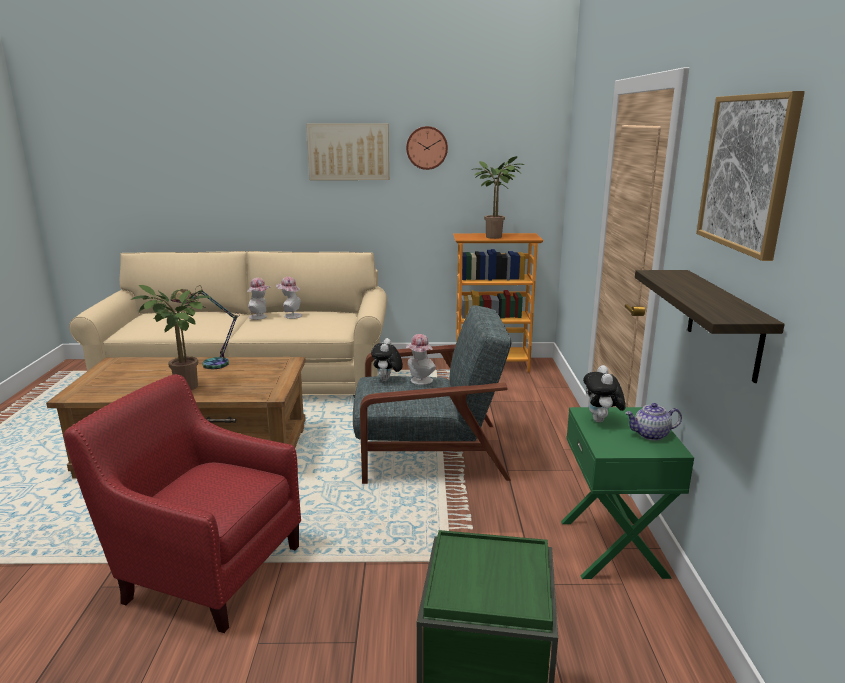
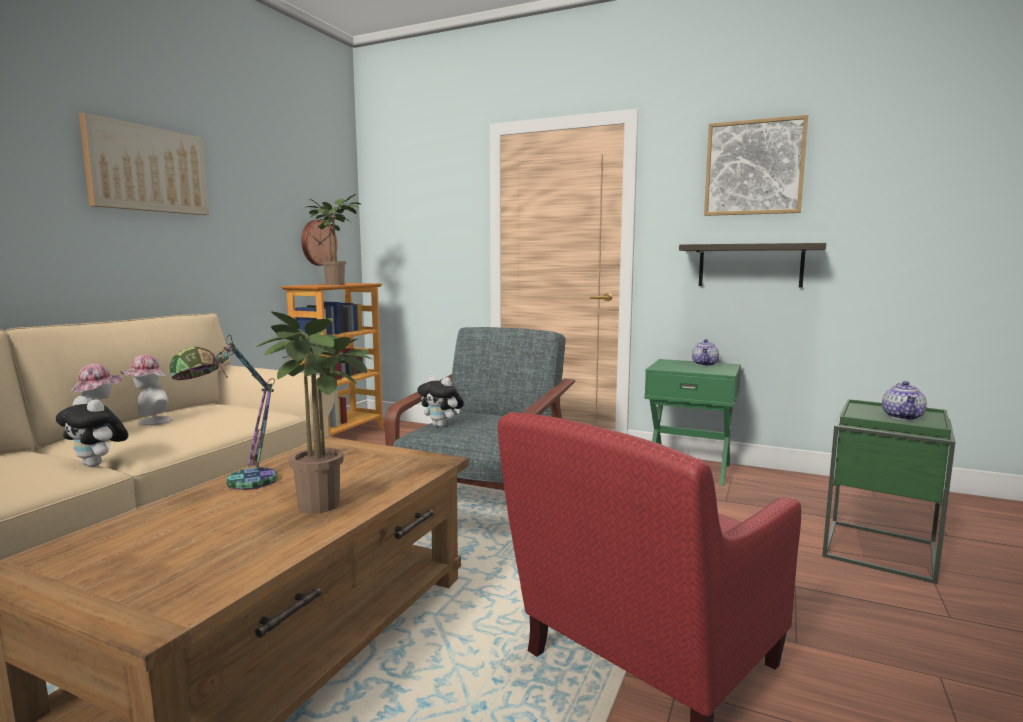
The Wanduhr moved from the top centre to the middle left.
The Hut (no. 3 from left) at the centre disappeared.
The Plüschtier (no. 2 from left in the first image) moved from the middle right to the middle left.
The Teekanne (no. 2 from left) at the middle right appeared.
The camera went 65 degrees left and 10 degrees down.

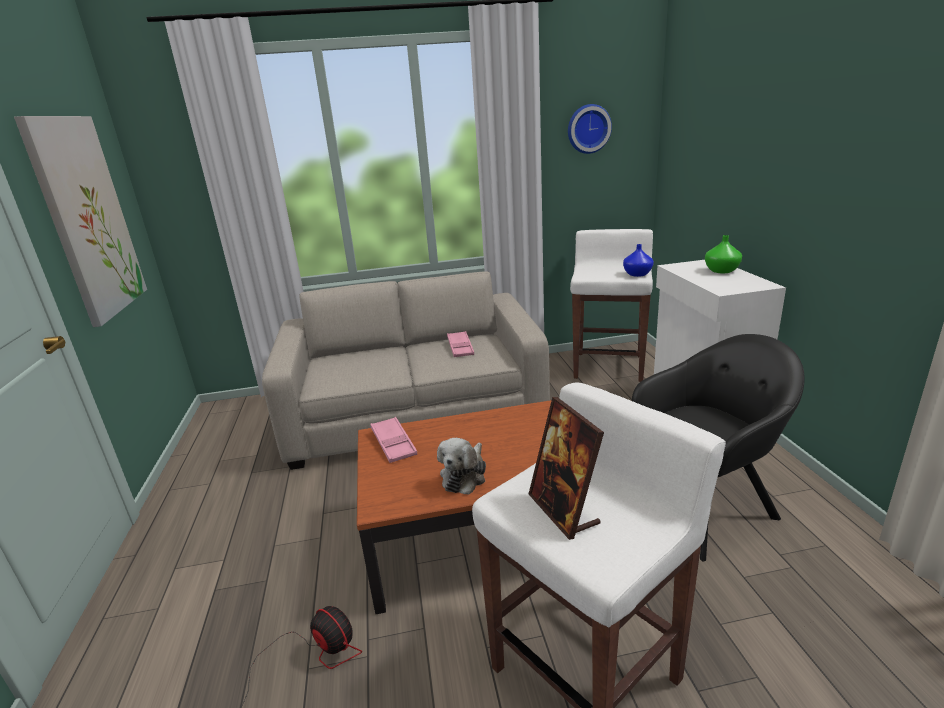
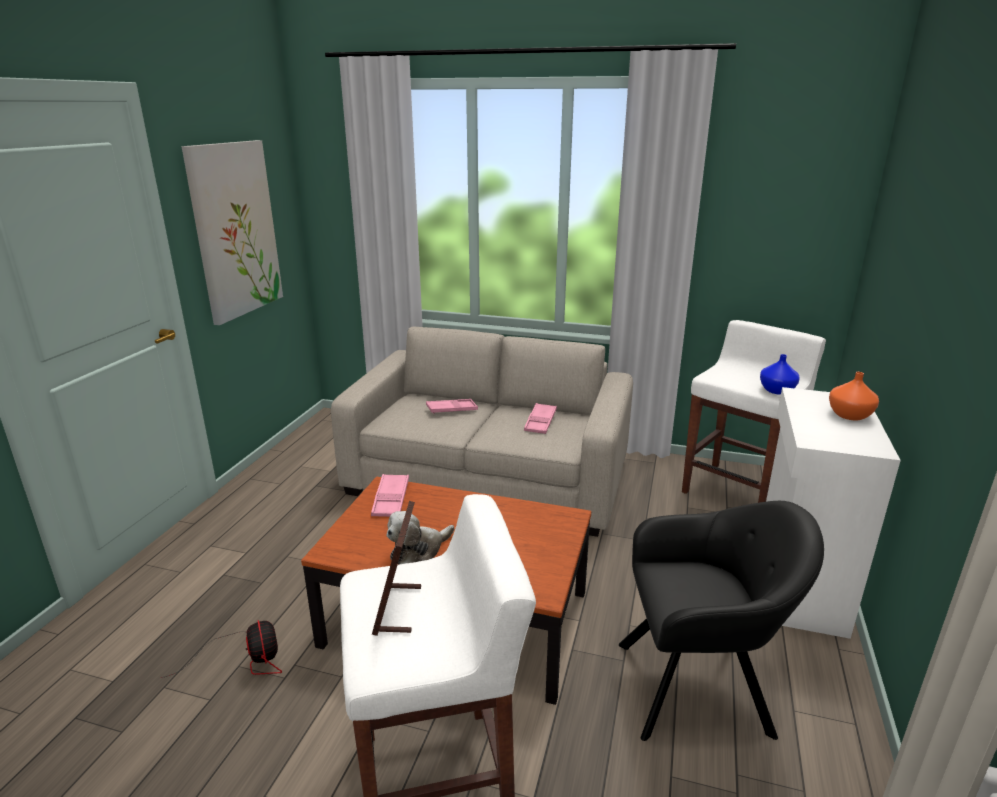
The Wanduhr at the top centre disappeared.
The Vase (grün) at the middle right became the Vase (orange) at the middle right.
The Tablett (rosa) (no. 2 from left) at the centre appeared.
The camera went 25 degrees right and 0 degrees up.

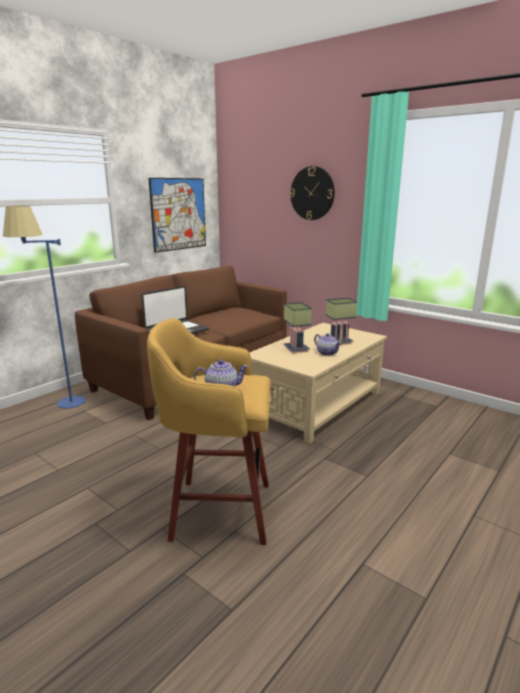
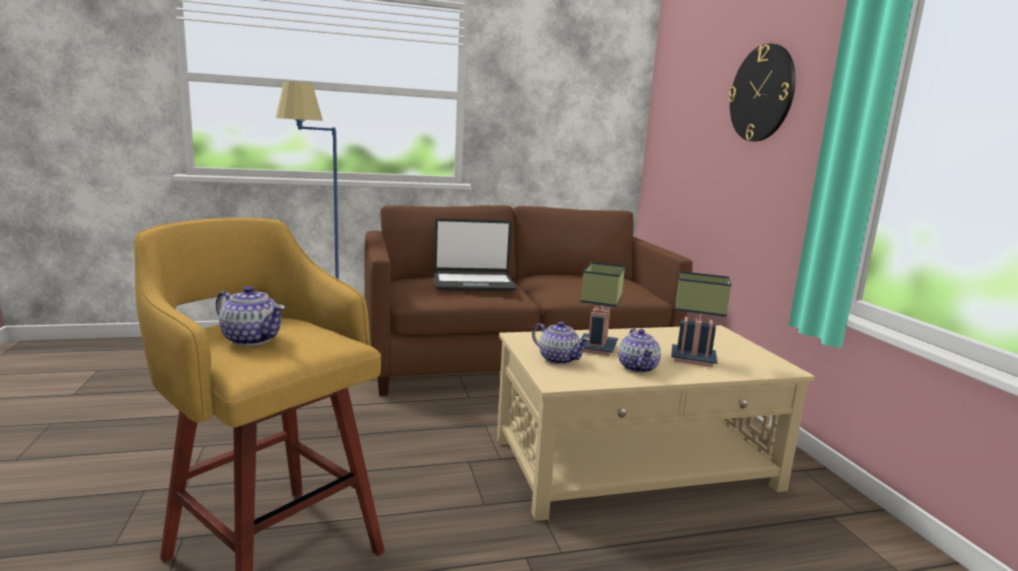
The Bild at the top centre disappeared.
The Teekanne (no. 2 from left) at the centre appeared.
The camera went 35 degrees right and 5 degrees down.

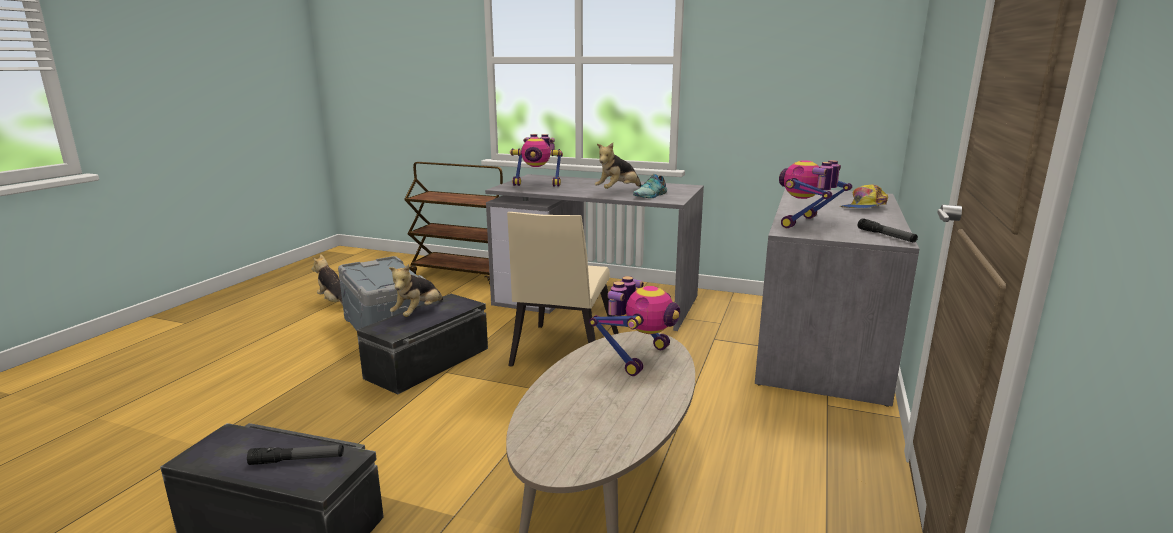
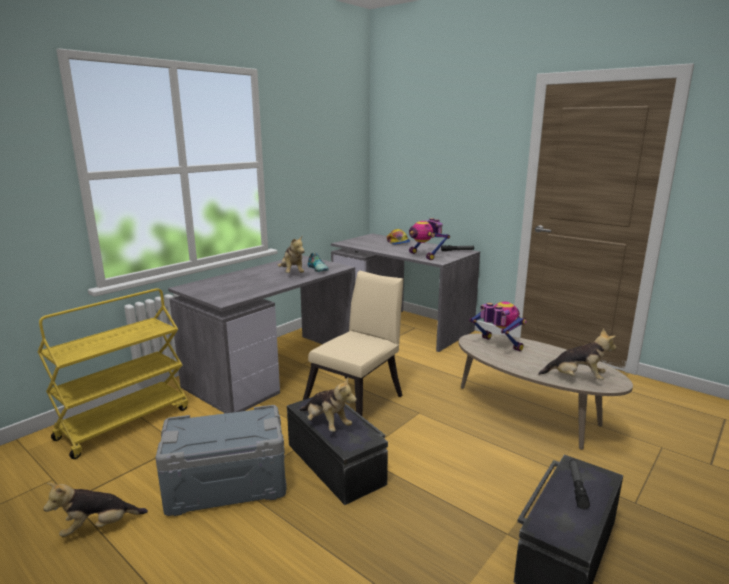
The Spielzeugroboter (no. 1 from left) at the top centre disappeared.
The Rollwagen (braun) at the centre became the Rollwagen (gelb) at the middle left.
The Stuhl (beige) at the centre turned 90 degrees counterclockwise.
The Plüschtier (no. 4 from left) at the middle right appeared.
The camera went 70 degrees left and 0 degrees up.

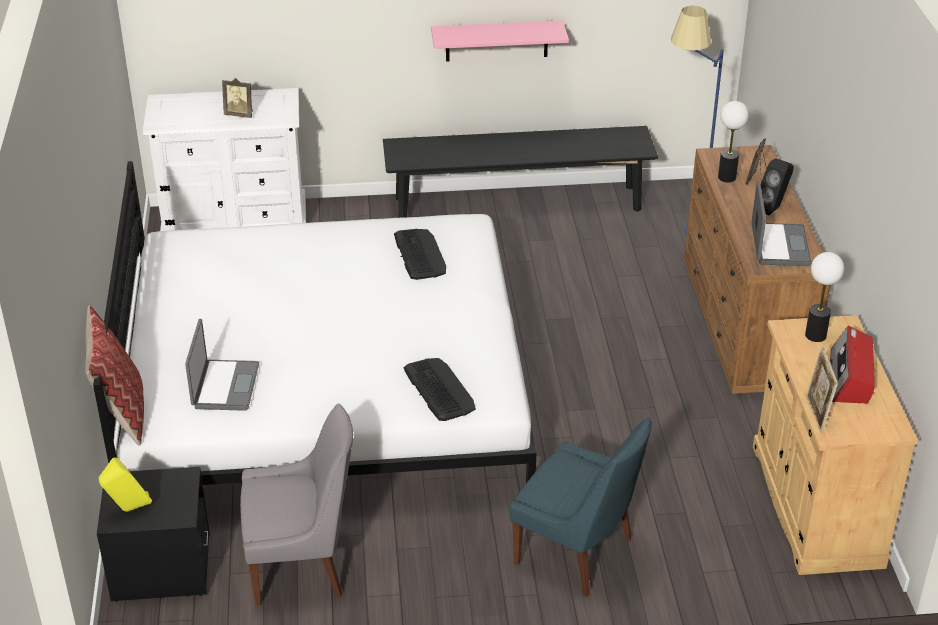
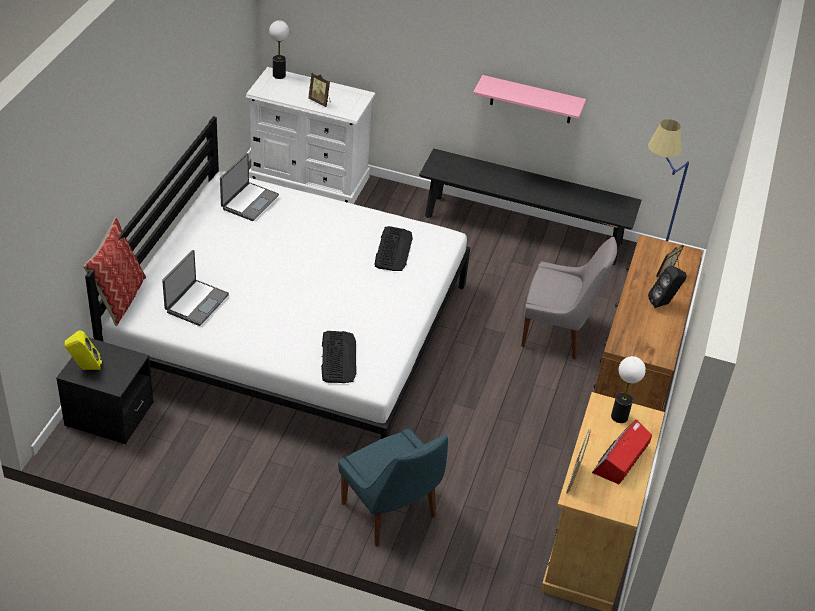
The Tischlampe (no. 1 from left) moved from the top right to the top centre.
The Laptop (no. 2 from left) moved from the middle right to the top left.
The Stuhl (grau) moved from the bottom left to the middle right.
The camera went 20 degrees right and 5 degrees up.

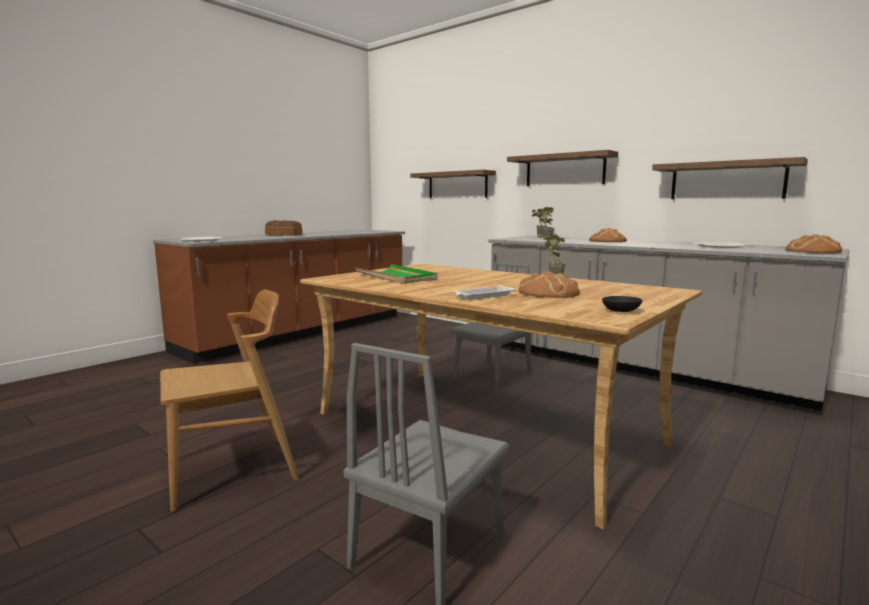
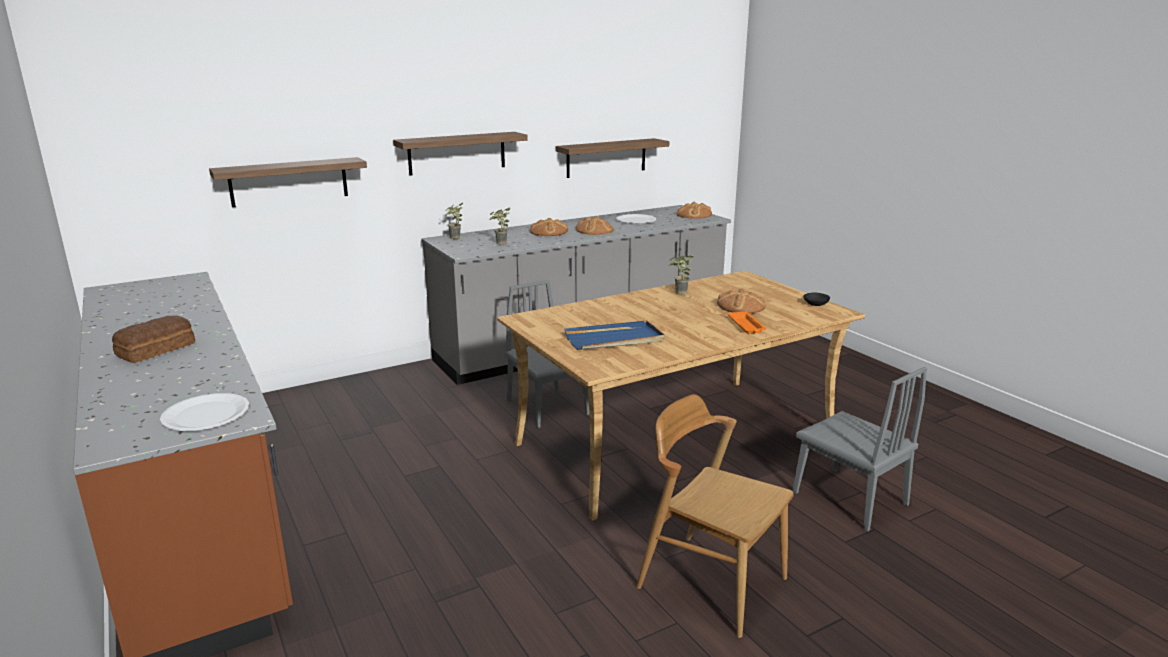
The Tablett (grün) at the centre became the Tablett (blau) at the centre.
The Tablett (weiß) at the centre became the Tablett (orange) at the centre.
The Stuhl (braun) at the middle left turned 45 degrees counterclockwise.
The Brot (no. 3 from left) at the centre appeared.
The camera went 70 degrees left and 10 degrees up.

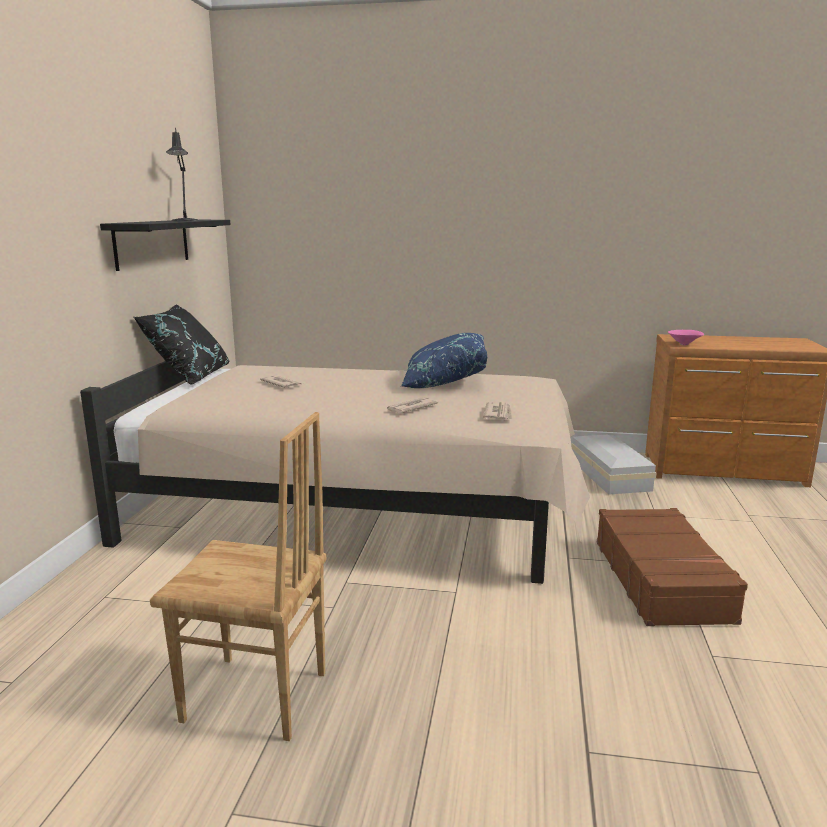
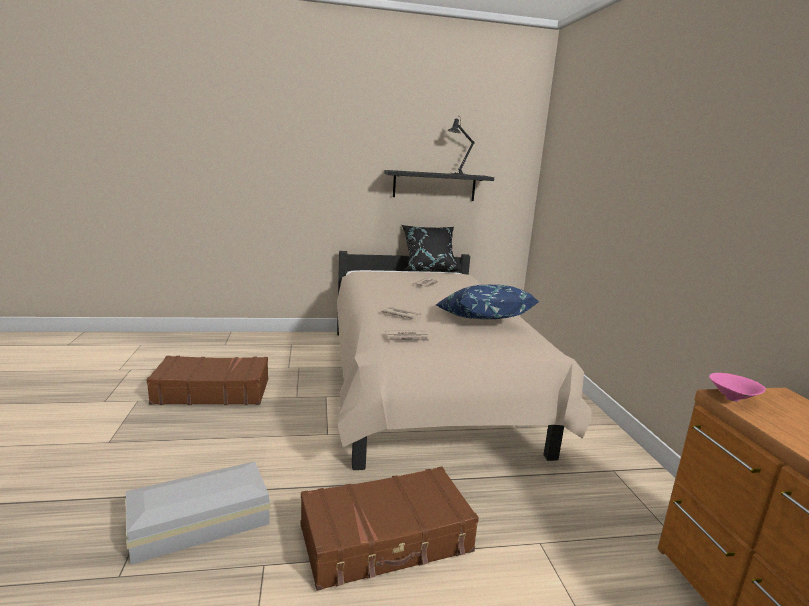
The Stuhl (braun) at the bottom left was replaced by the Koffer (braun) (no. 1 from left) at the middle left.
The Aufbewahrungsbox (weiß) moved from the middle right to the bottom left.
The camera went 70 degrees right and 0 degrees up.

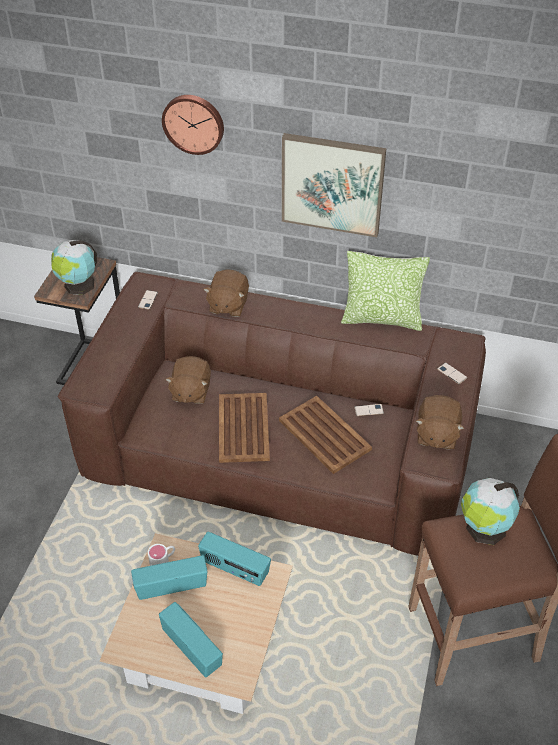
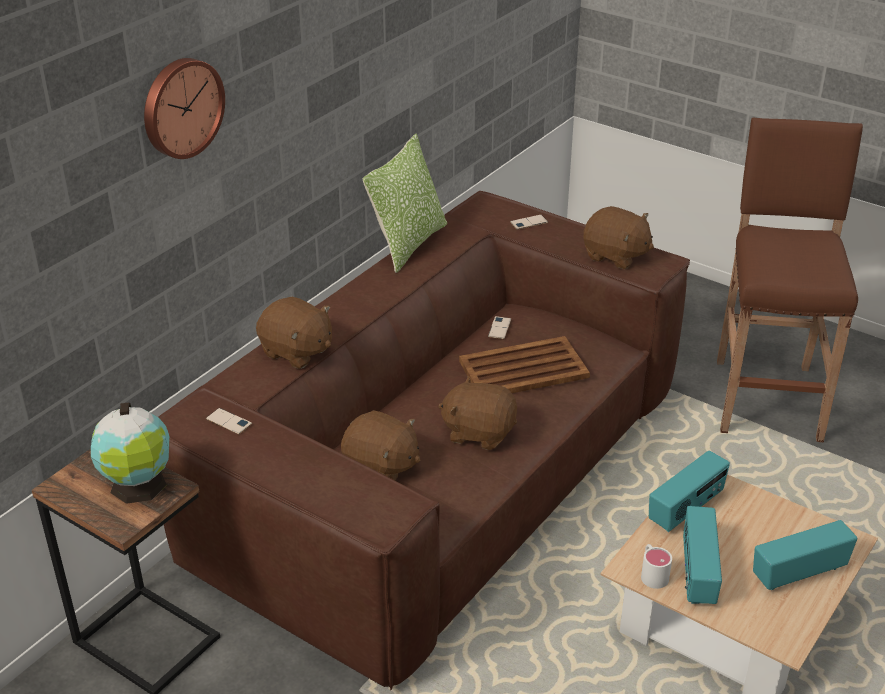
The Bild at the top centre disappeared.
The Tablett (braun) (no. 1 from left) at the centre was replaced by the Plüschtier (braun) (no. 3 from left) at the centre.
The Globus (no. 2 from left) at the bottom right disappeared.
The camera went 70 degrees left and 10 degrees down.

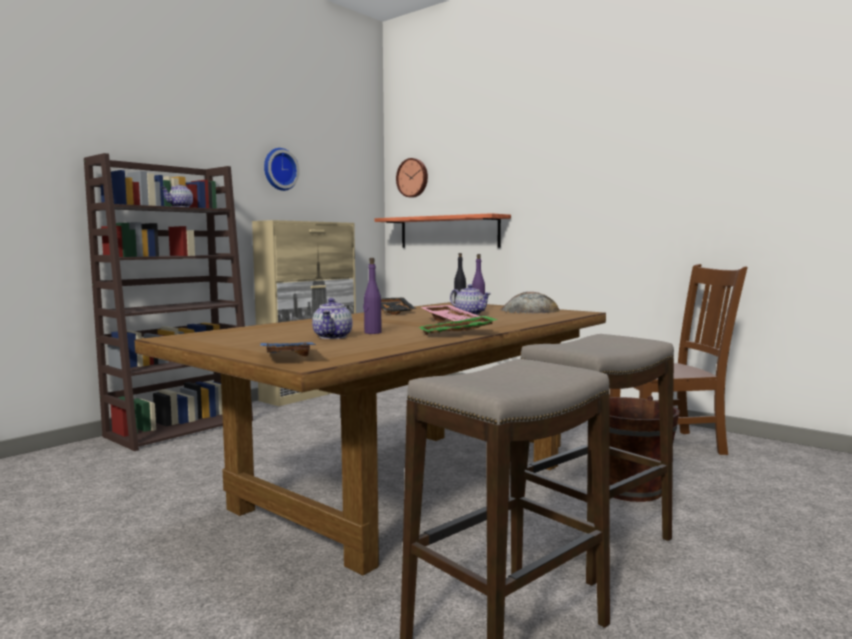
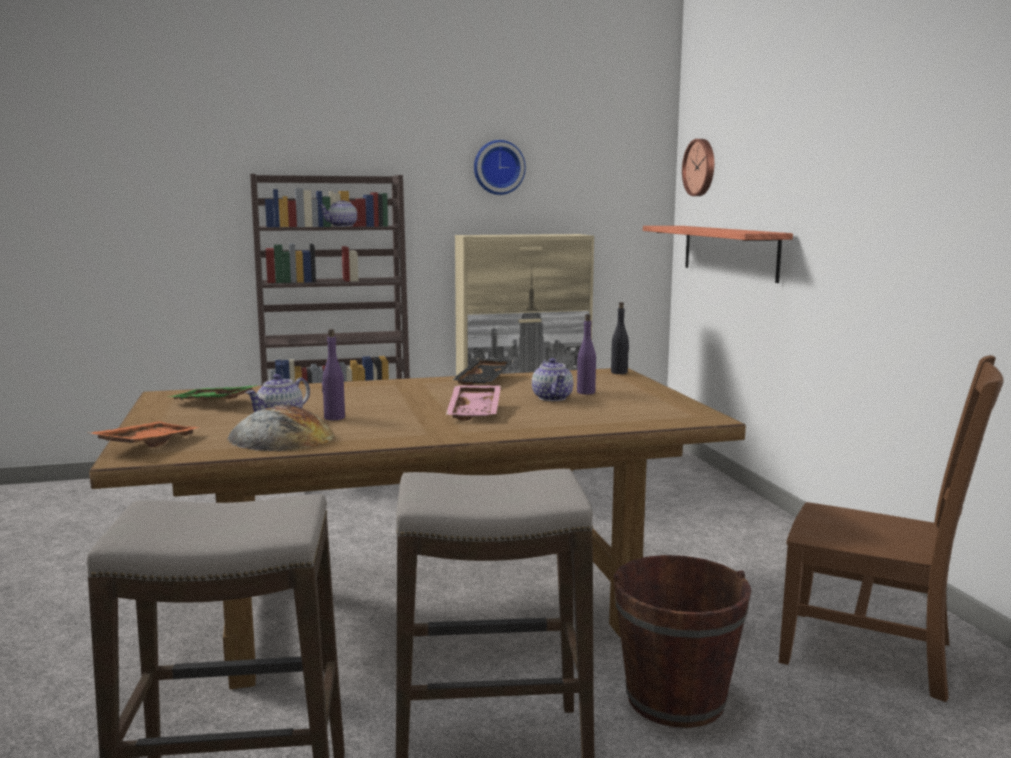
The Brot moved from the centre to the middle left.
The Tablett (grün) moved from the centre to the middle left.
The Tablett (blau) at the centre became the Tablett (orange) at the middle left.
The camera went 35 degrees right and 5 degrees up.

